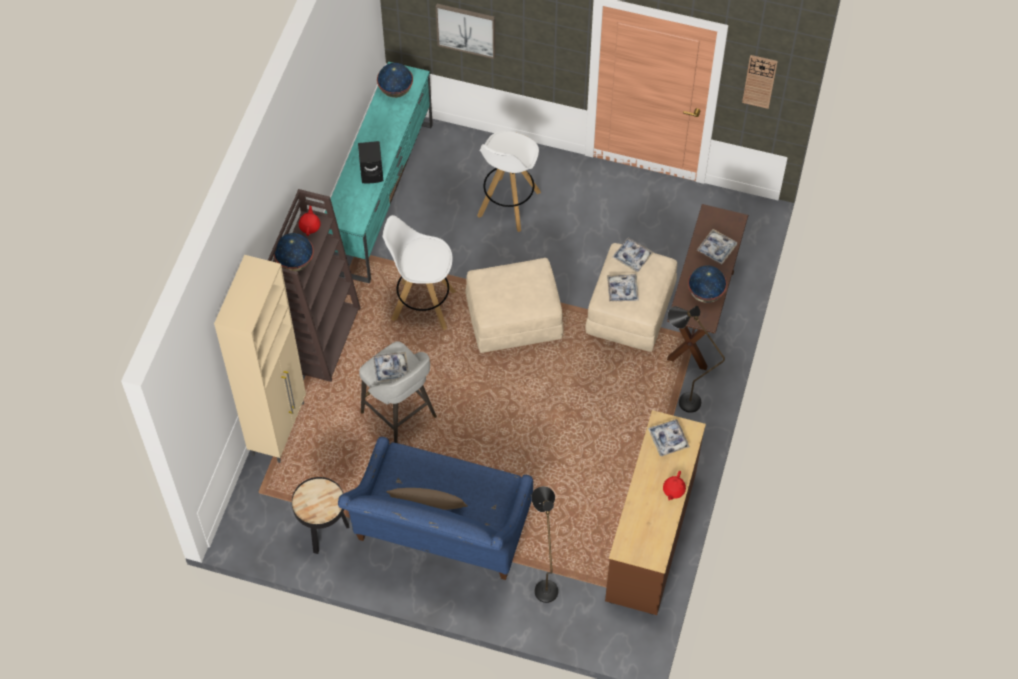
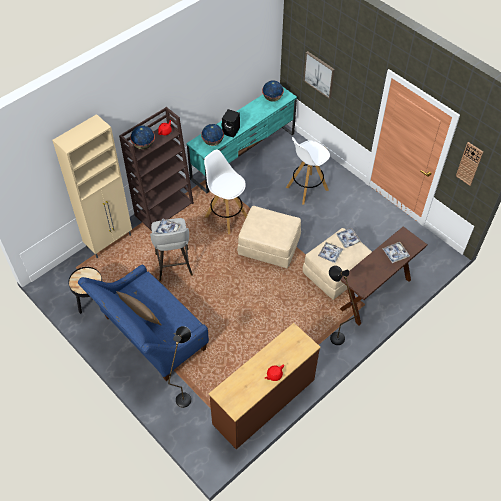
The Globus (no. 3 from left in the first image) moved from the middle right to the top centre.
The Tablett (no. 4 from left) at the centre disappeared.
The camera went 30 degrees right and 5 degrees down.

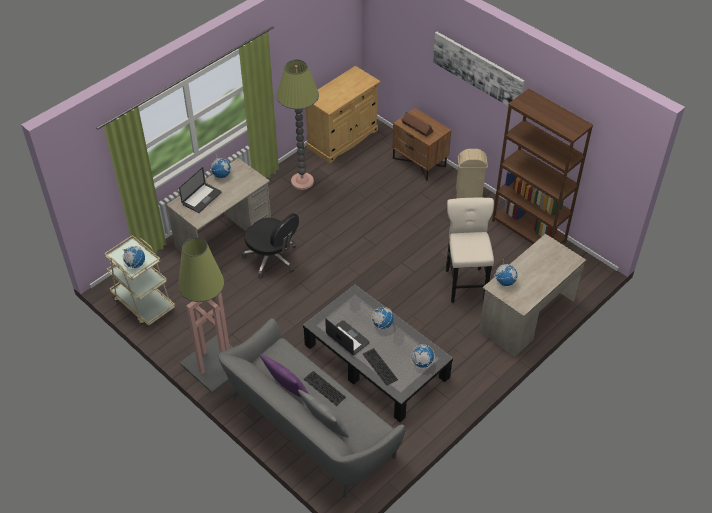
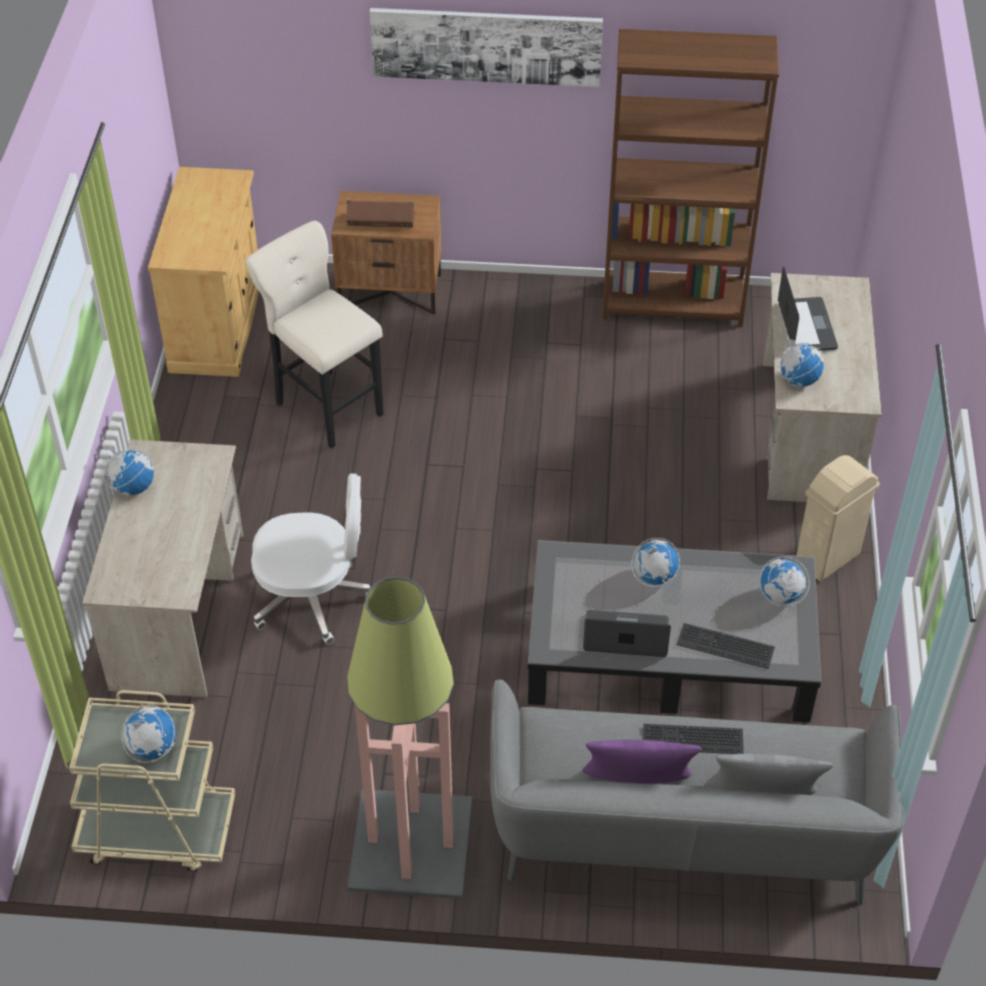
The Stehlampe (no. 2 from left) at the top centre disappeared.
The Mülleimer (beige) moved from the centre to the middle right.
The Laptop (no. 1 from left in the first image) moved from the middle left to the top right.
The Hocker (beige) moved from the centre to the middle left.
The Bürostuhl (schwarz) at the centre became the Bürostuhl (weiß) at the middle left.
The camera went 40 degrees left and 0 degrees up.

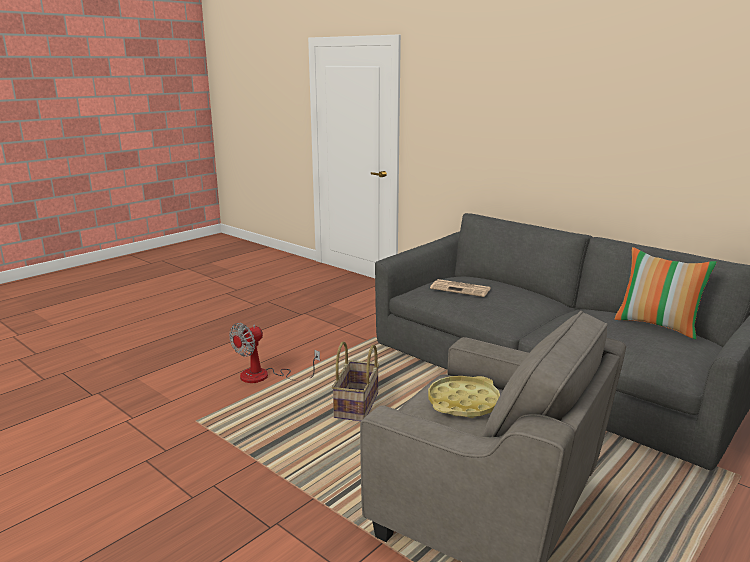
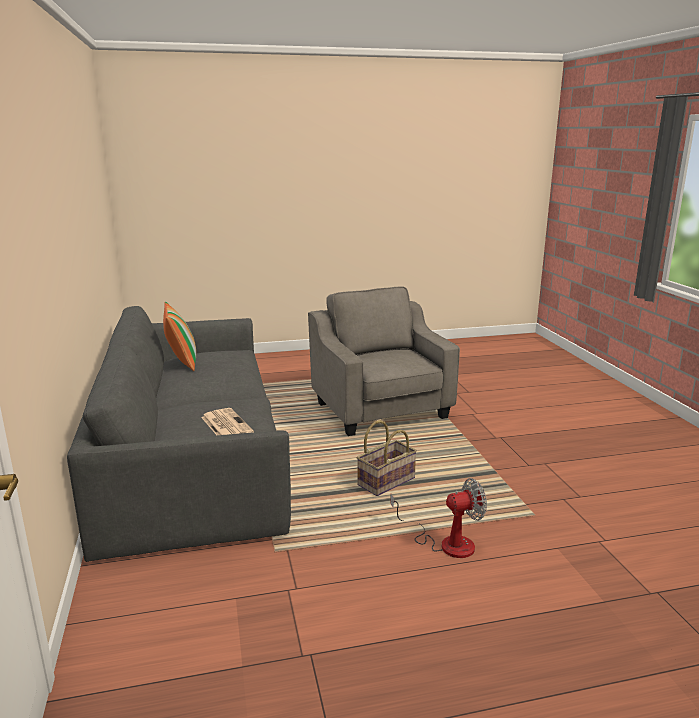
The Tablett (gelb) at the bottom centre disappeared.
The camera went 145 degrees left and 0 degrees up.

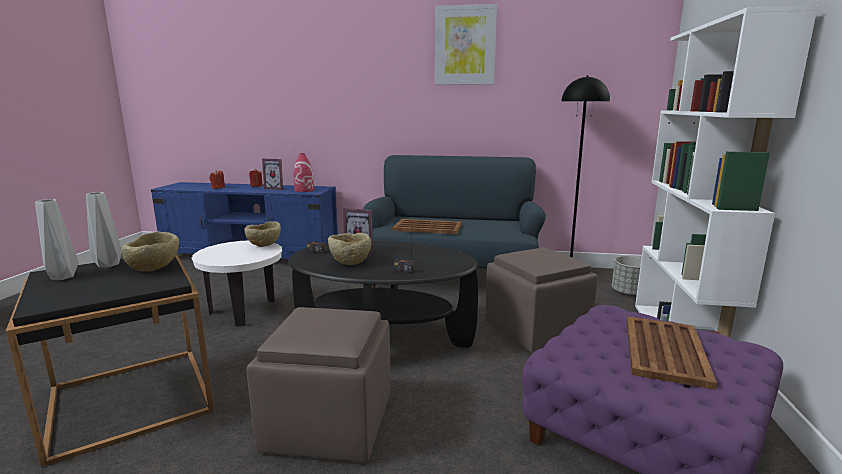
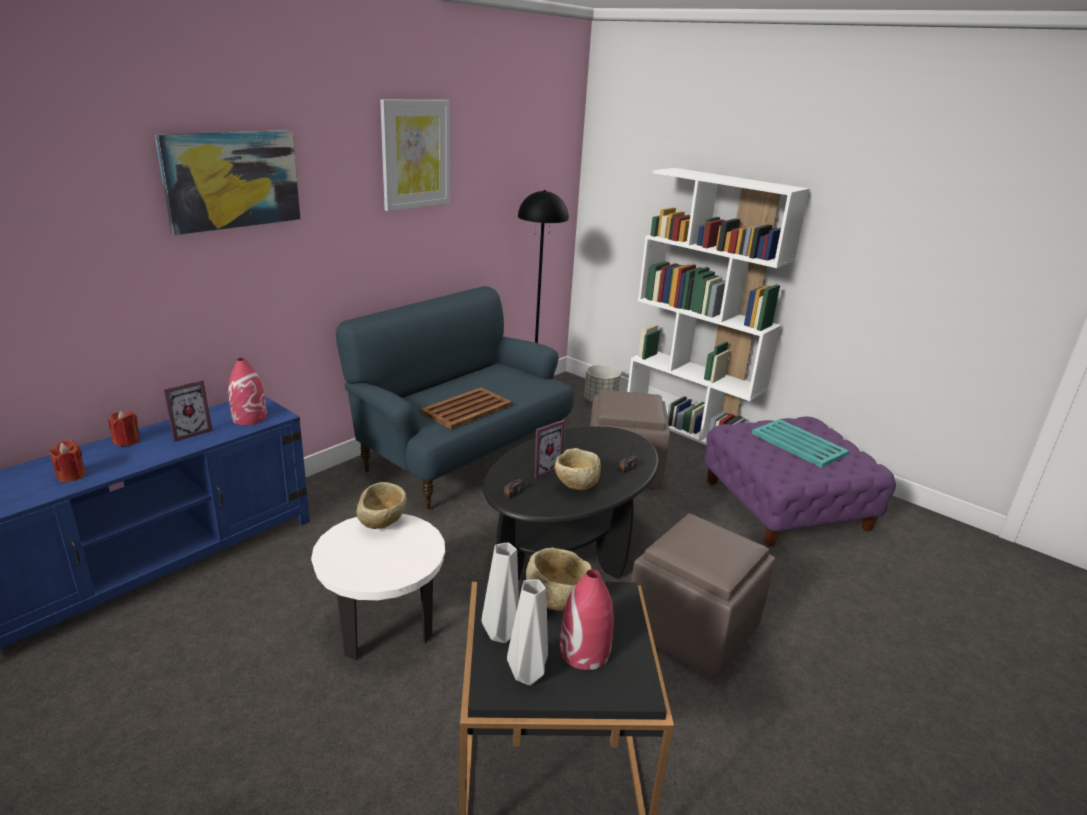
The Tablett (braun) (no. 2 from left) at the bottom right became the Tablett (türkis) at the middle right.
The Bild (no. 1 from left) at the top left appeared.
The Vase (rot) (no. 2 from left) at the bottom centre appeared.
The camera went 60 degrees left and 10 degrees up.

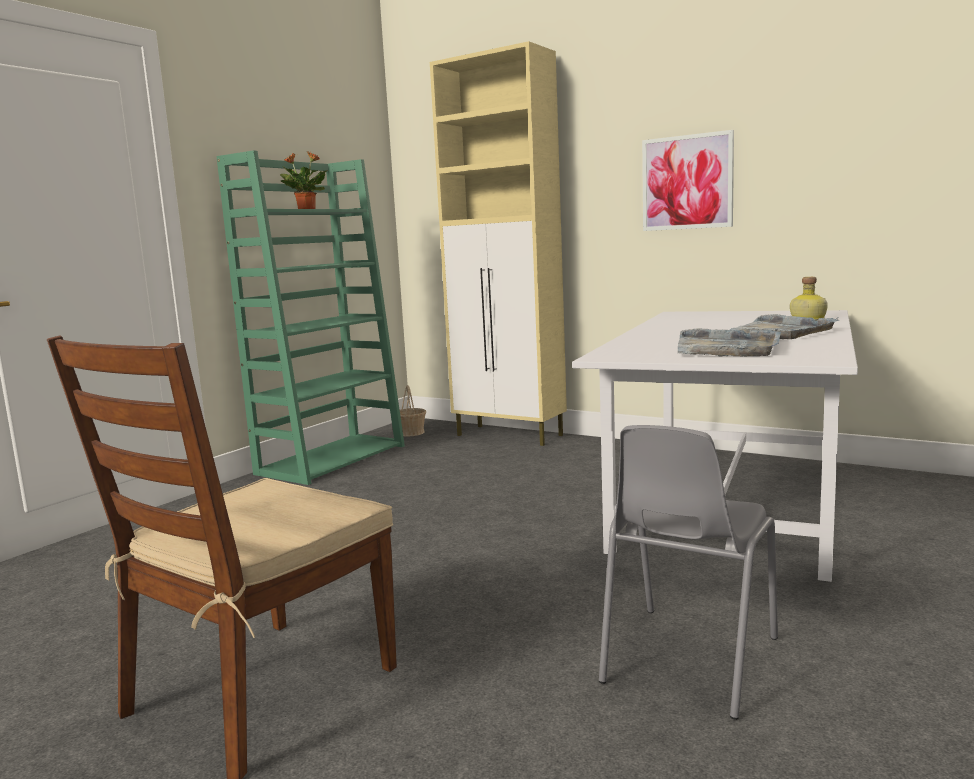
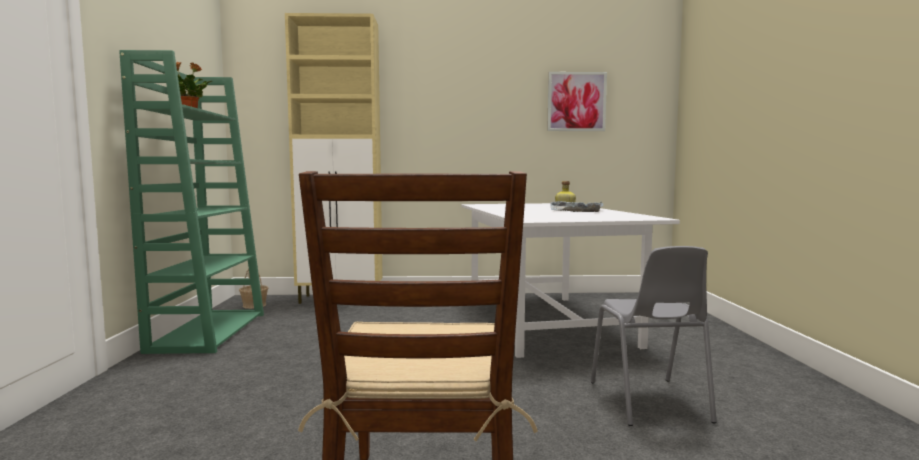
The Bild moved from the top right to the top centre.
The Tablett (grau) (no. 1 from left) at the middle right disappeared.
The camera went 35 degrees left and 5 degrees down.

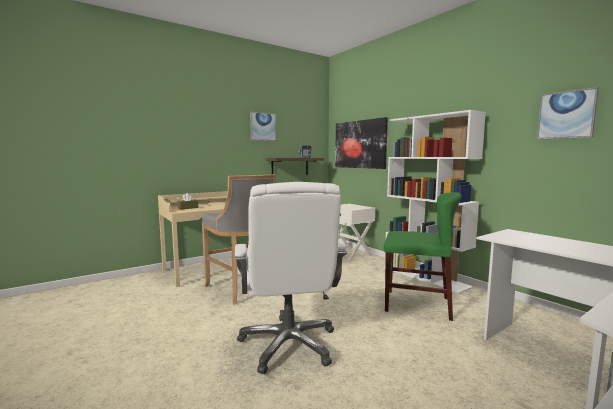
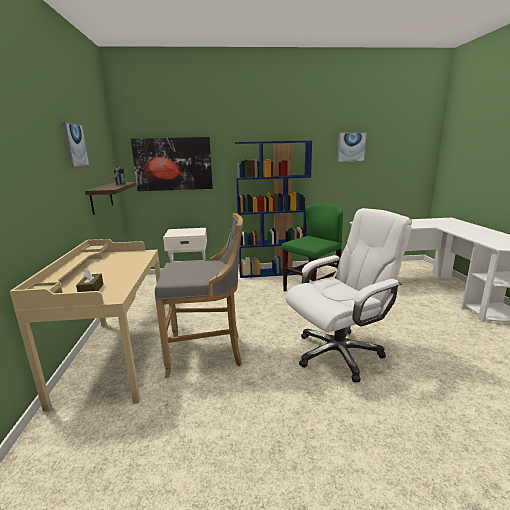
The Bücherregal (weiß) at the middle right became the Bücherregal (blau) at the centre.
The Bürostuhl (weiß) at the bottom centre turned 45 degrees counterclockwise.
The camera went 60 degrees left and 10 degrees up.

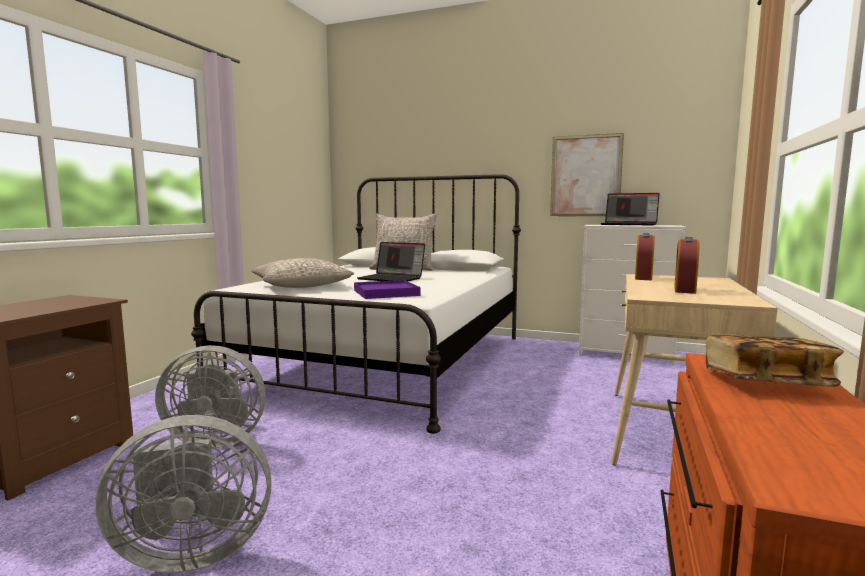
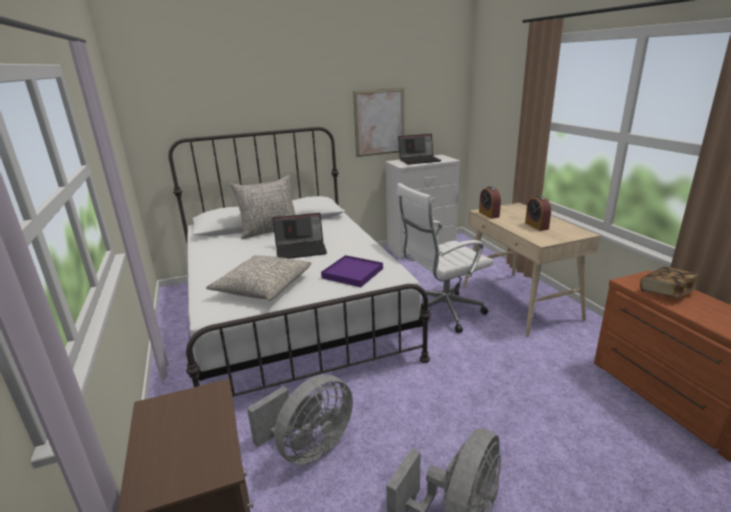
The Bürostuhl (weiß) at the centre appeared.
The camera went 40 degrees left and 15 degrees up.

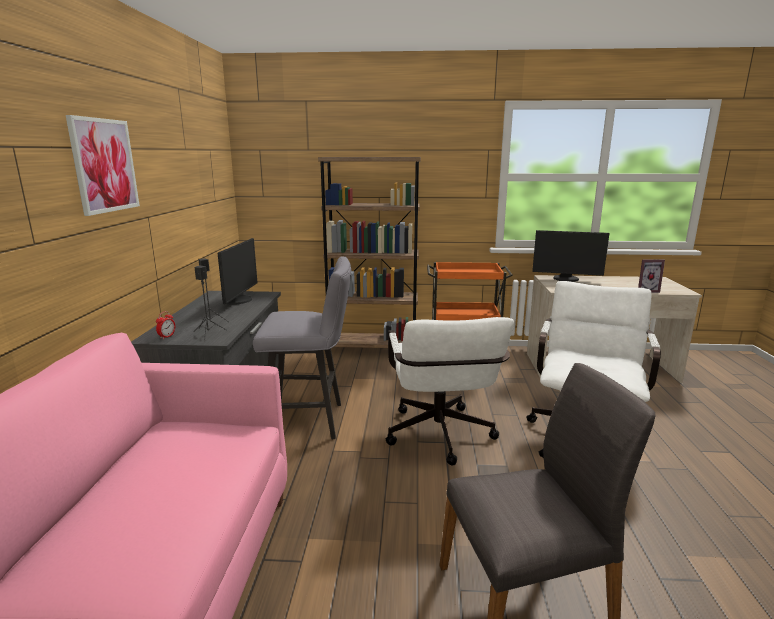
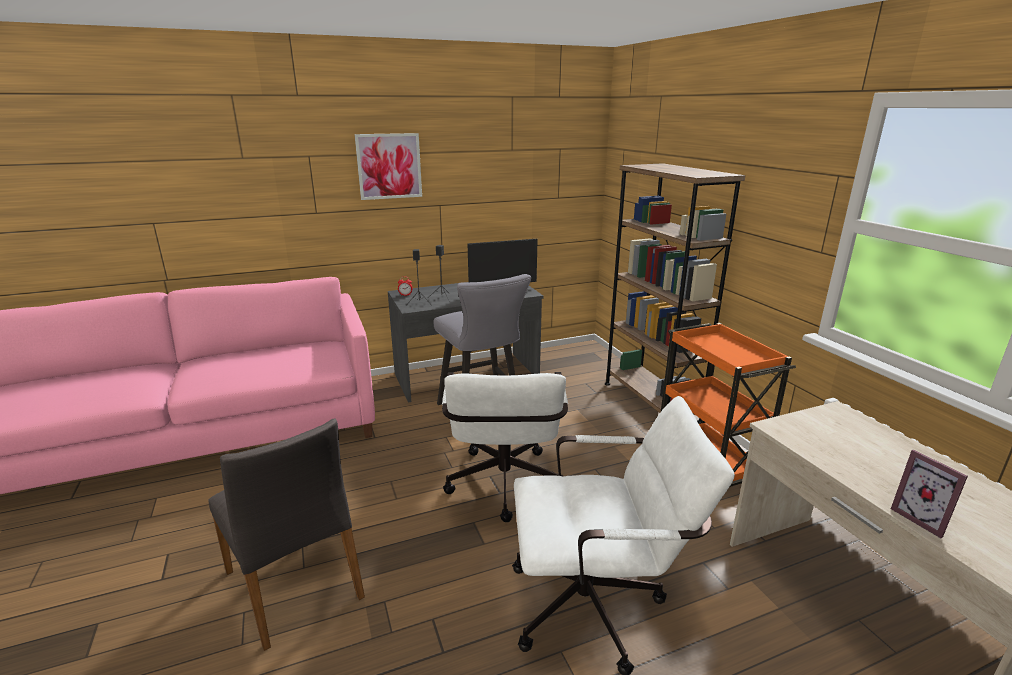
The Monitor (no. 2 from left) at the middle right disappeared.
The Bürostuhl (weiß) (no. 1 from left) at the centre turned 60 degrees counterclockwise.
The camera went 65 degrees right and 5 degrees up.

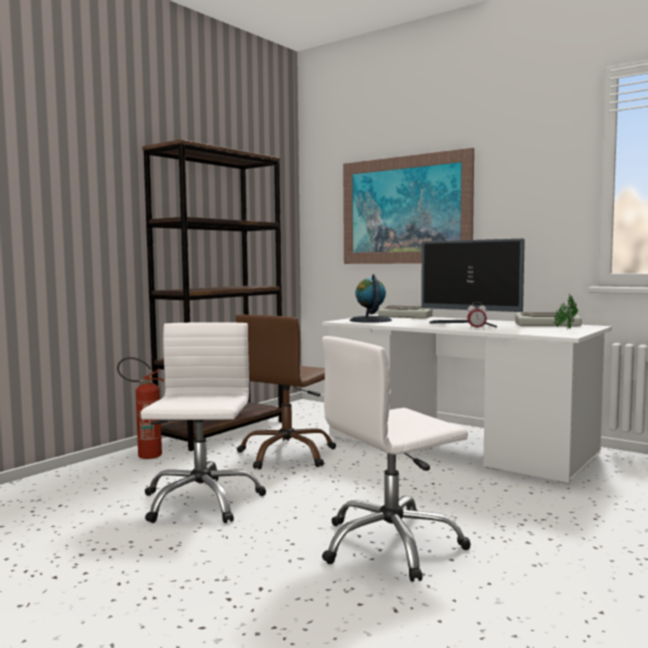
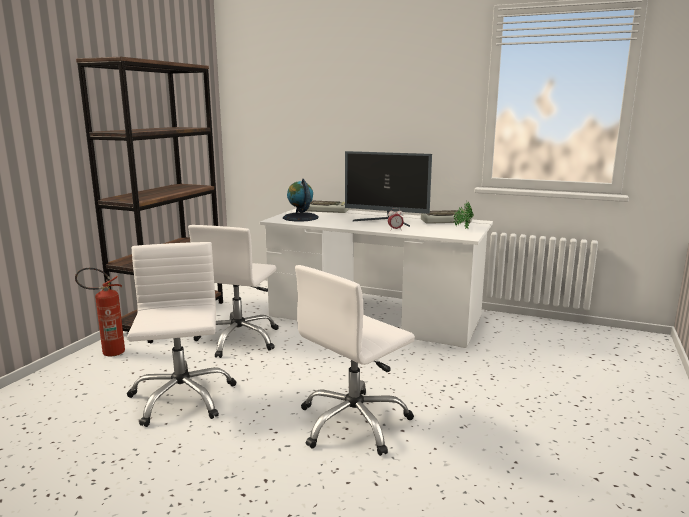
The Bild at the top centre disappeared.
The Bürostuhl (braun) at the centre became the Bürostuhl (weiß) (no. 2 from left) at the centre.
The camera went 15 degrees left and 10 degrees up.

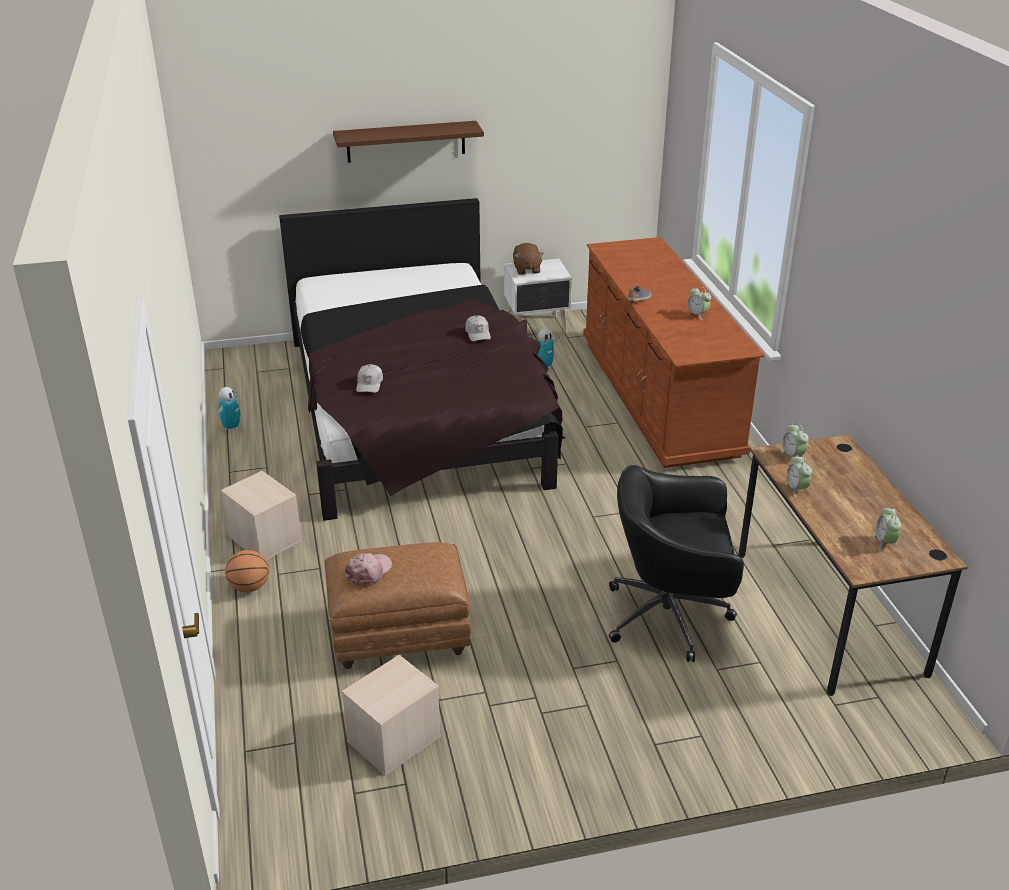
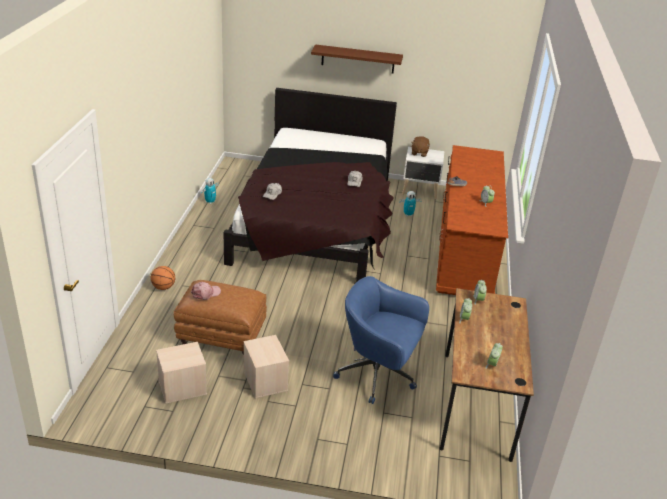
The Bürostuhl (schwarz) at the middle right became the Bürostuhl (blau) at the bottom centre.
The Aufbewahrungsbox (beige) (no. 1 from left in the first image) moved from the middle left to the bottom centre.
The camera went 20 degrees right and 0 degrees up.

